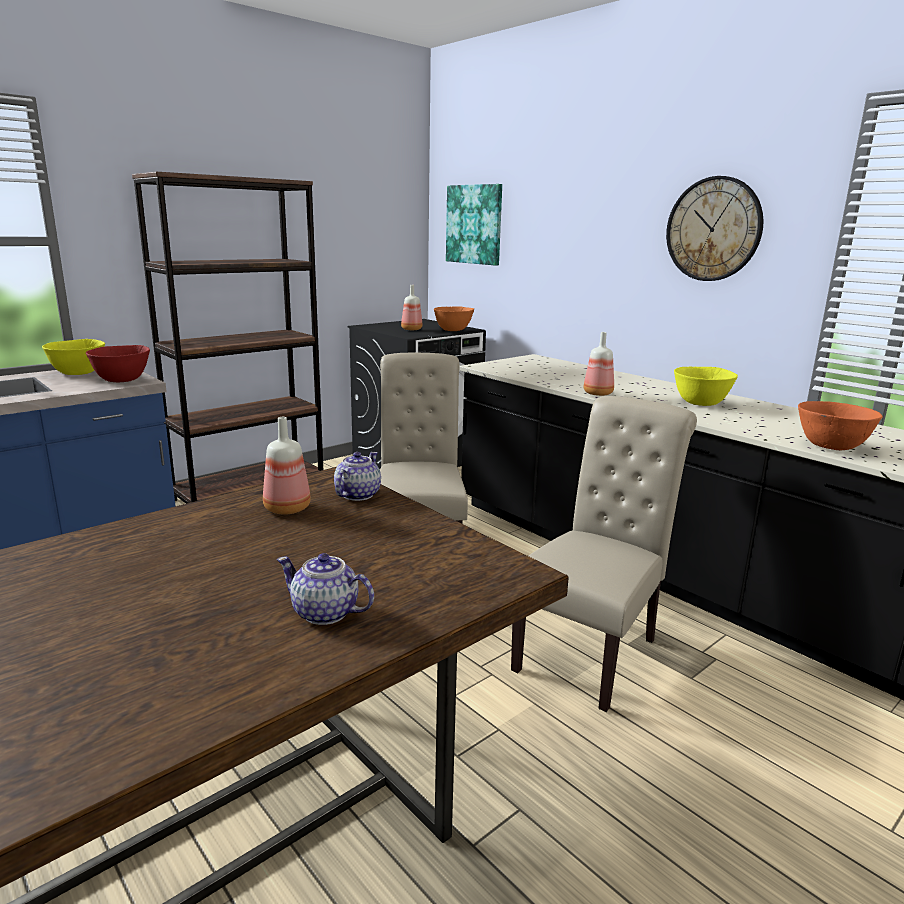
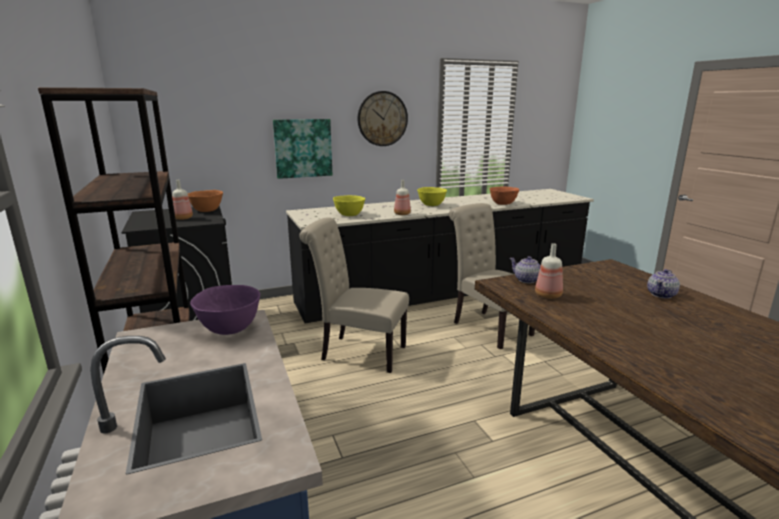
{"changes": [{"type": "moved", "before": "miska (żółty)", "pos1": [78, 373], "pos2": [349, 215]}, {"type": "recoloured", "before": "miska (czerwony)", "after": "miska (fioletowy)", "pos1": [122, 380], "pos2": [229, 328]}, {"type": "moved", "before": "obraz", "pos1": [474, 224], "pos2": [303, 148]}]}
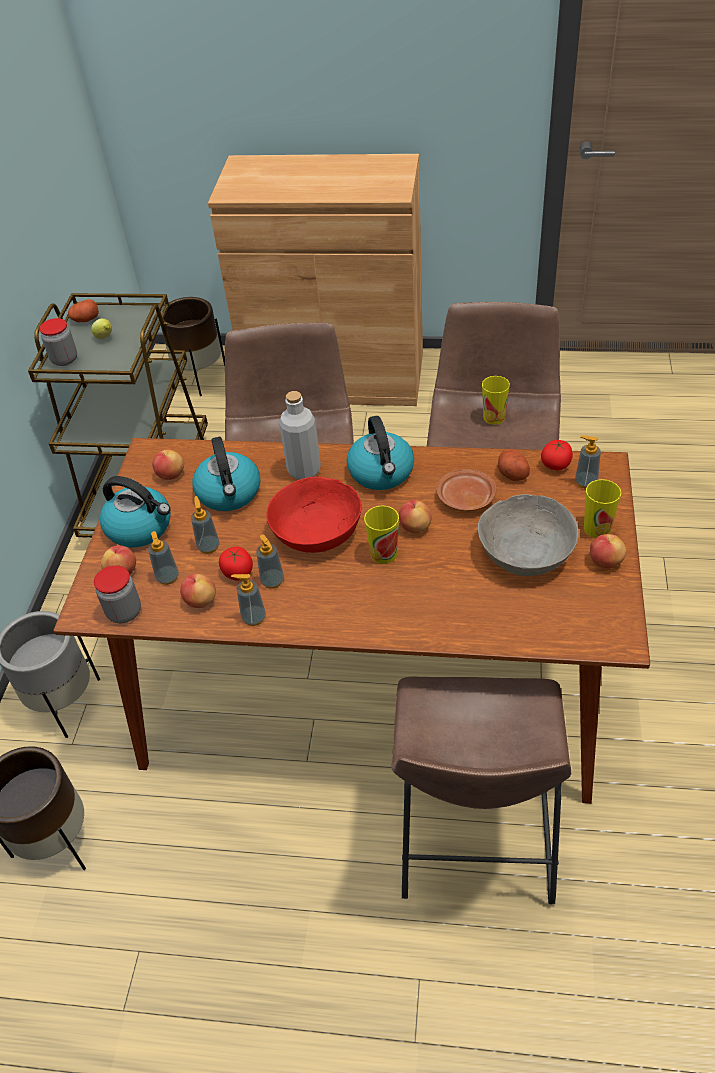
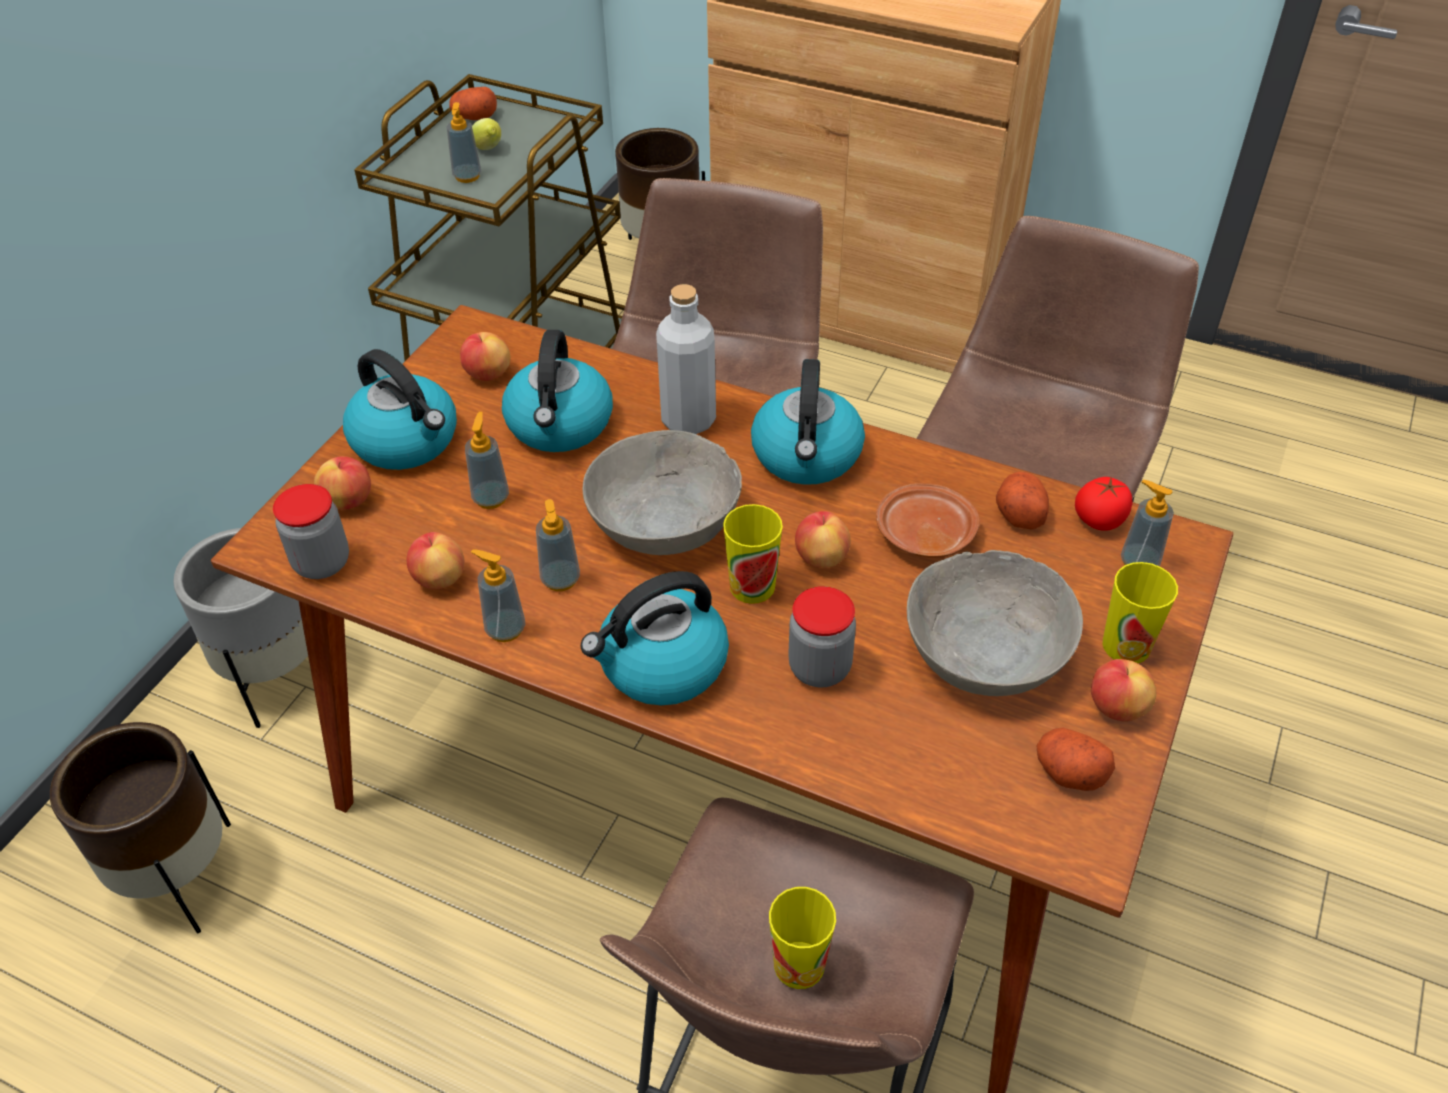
{"changes": [{"type": "moved", "before": "słoik", "pos1": [64, 359], "pos2": [819, 668]}, {"type": "moved", "before": "dozownik mydła", "pos1": [167, 577], "pos2": [467, 176]}, {"type": "removed", "before": "pomidor", "pos1": [238, 572]}, {"type": "recoloured", "before": "miska (czerwony)", "after": "miska (szary)", "pos1": [316, 531], "pos2": [663, 519]}, {"type": "moved", "before": "filiżanka", "pos1": [494, 417], "pos2": [799, 964]}, {"type": "added", "after": "czajnik", "pos2": [661, 665]}, {"type": "added", "after": "ziemniak", "pos2": [1069, 772]}]}
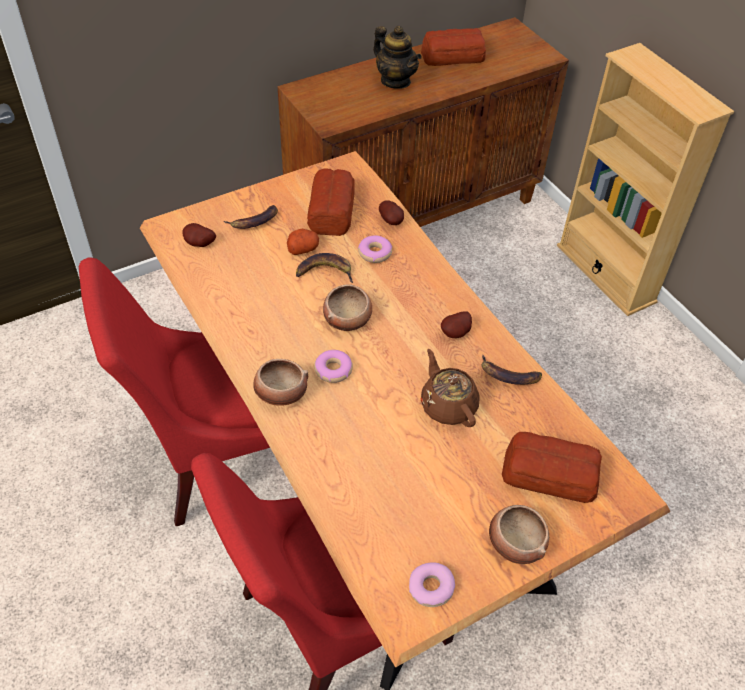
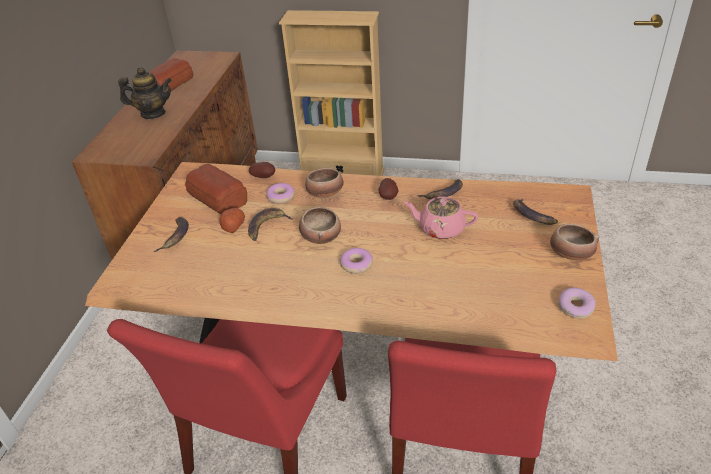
{"changes": [{"type": "removed", "before": "ziemniak", "pos1": [199, 244]}, {"type": "moved", "before": "miska", "pos1": [280, 394], "pos2": [325, 194]}, {"type": "recoloured", "before": "imbryk (brązowy)", "after": "imbryk (różowy)", "pos1": [448, 405], "pos2": [440, 229]}, {"type": "replaced", "before": "chleb", "after": "banan", "pos1": [548, 473], "pos2": [531, 215]}]}
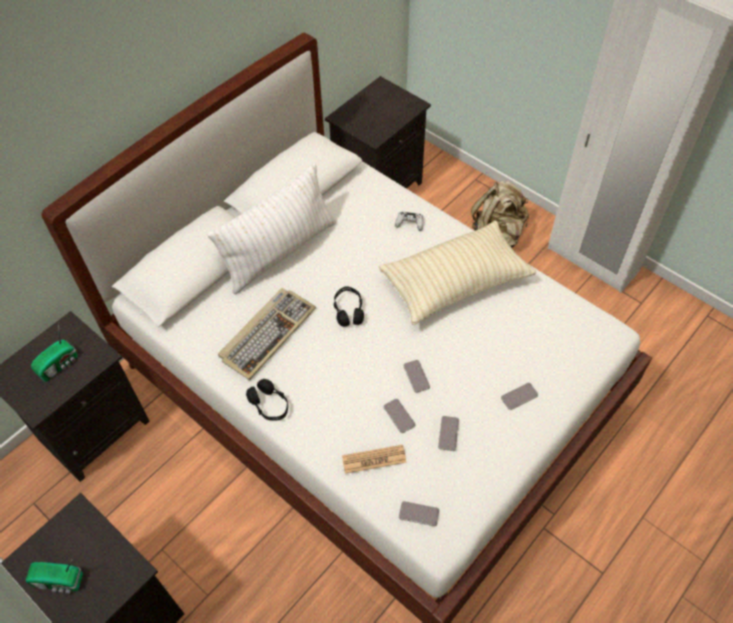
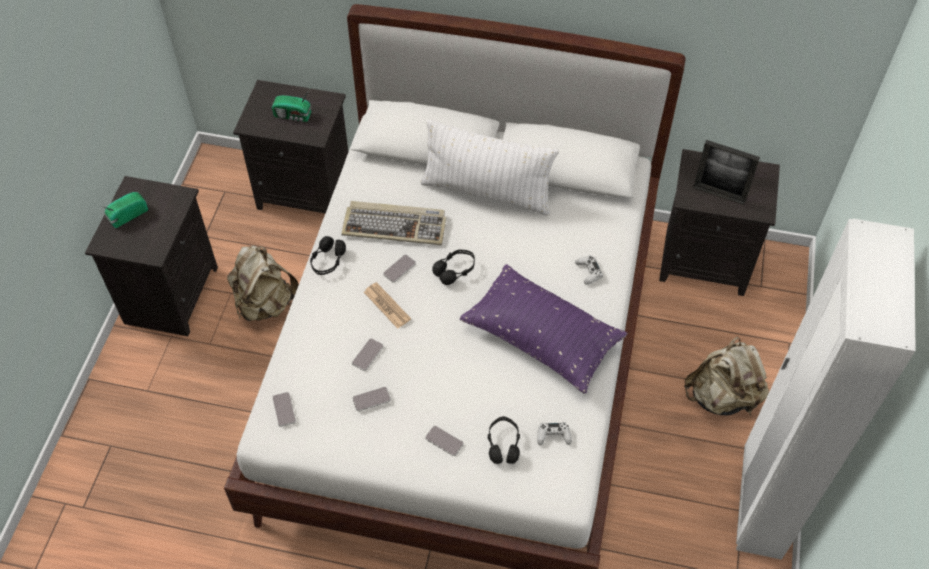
{"changes": [{"type": "turned", "before": "radio", "pos1": [59, 581], "pos2": [126, 215], "turn": 75}, {"type": "moved", "before": "gazeta", "pos1": [374, 459], "pos2": [387, 306]}, {"type": "recoloured", "before": "poduszka (beżowy)", "after": "poduszka (fioletowy)", "pos1": [455, 282], "pos2": [542, 338]}, {"type": "moved", "before": "telefon", "pos1": [416, 376], "pos2": [399, 269]}, {"type": "added", "after": "plecak (beżowy)", "pos2": [265, 303]}, {"type": "added", "after": "słuchawki (czarny)", "pos2": [503, 444]}, {"type": "added", "after": "pad do gier (biały)", "pos2": [553, 436]}, {"type": "added", "after": "ramka na zdjęcie", "pos2": [719, 194]}]}
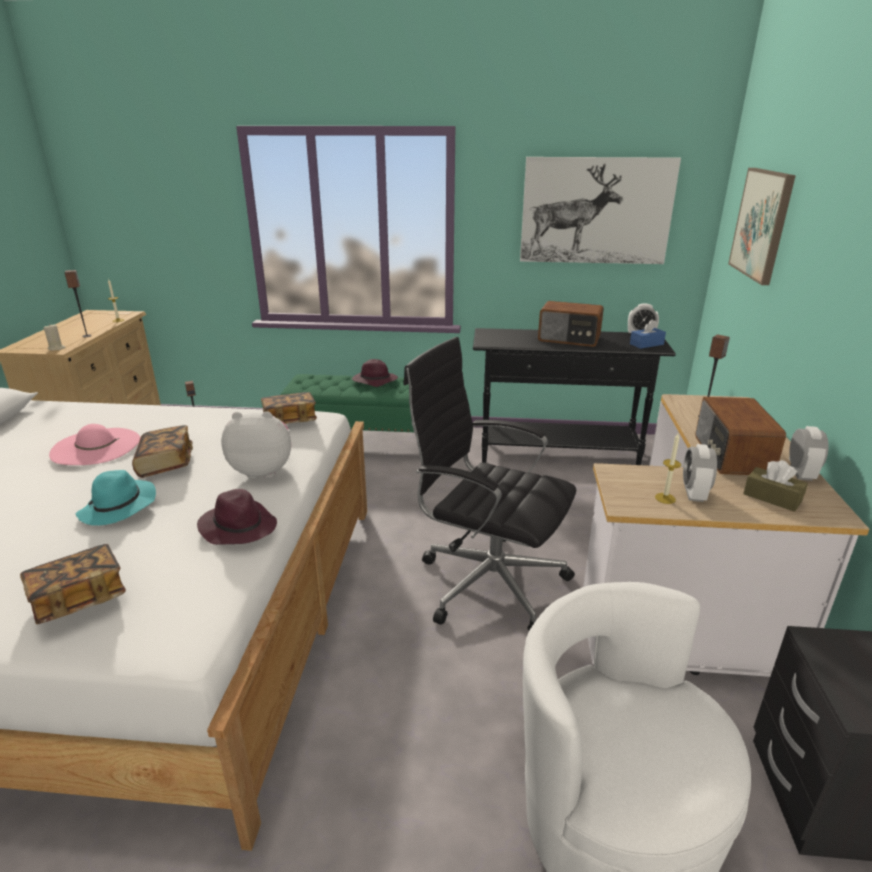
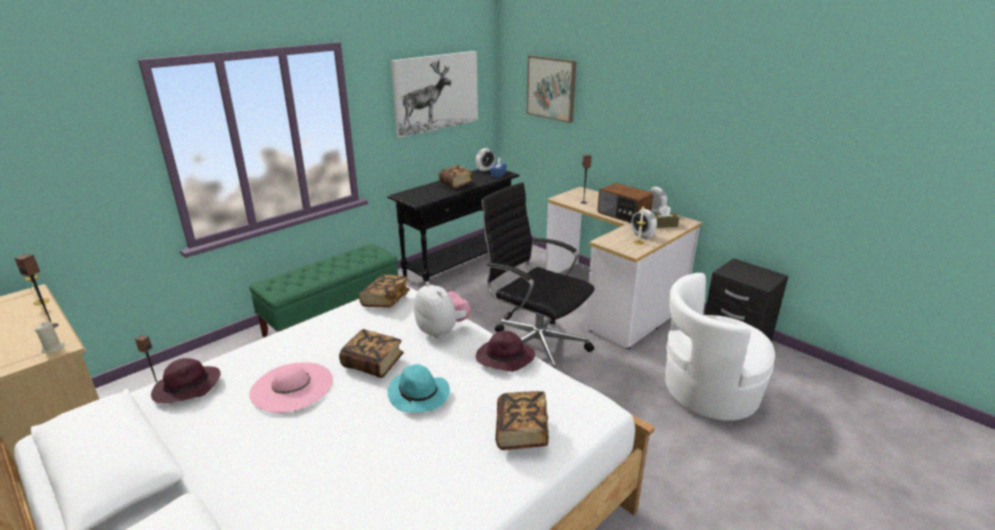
{"changes": [{"type": "turned", "before": "pluszak", "pos1": [263, 470], "pos2": [442, 331], "turn": 105}, {"type": "moved", "before": "kapelusz (fioletowy)", "pos1": [374, 381], "pos2": [186, 388]}, {"type": "turned", "before": "krzesło biurowe (czarny)", "pos1": [488, 582], "pos2": [535, 347], "turn": 60}, {"type": "replaced", "before": "radio", "after": "książka", "pos1": [569, 339], "pos2": [456, 184]}]}
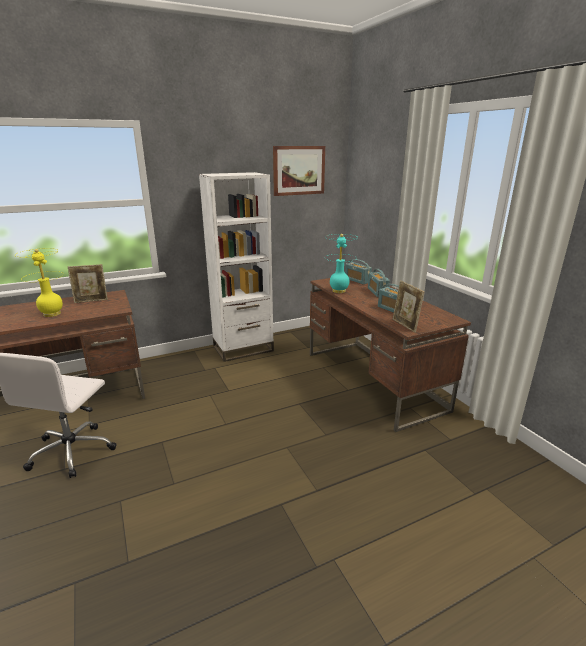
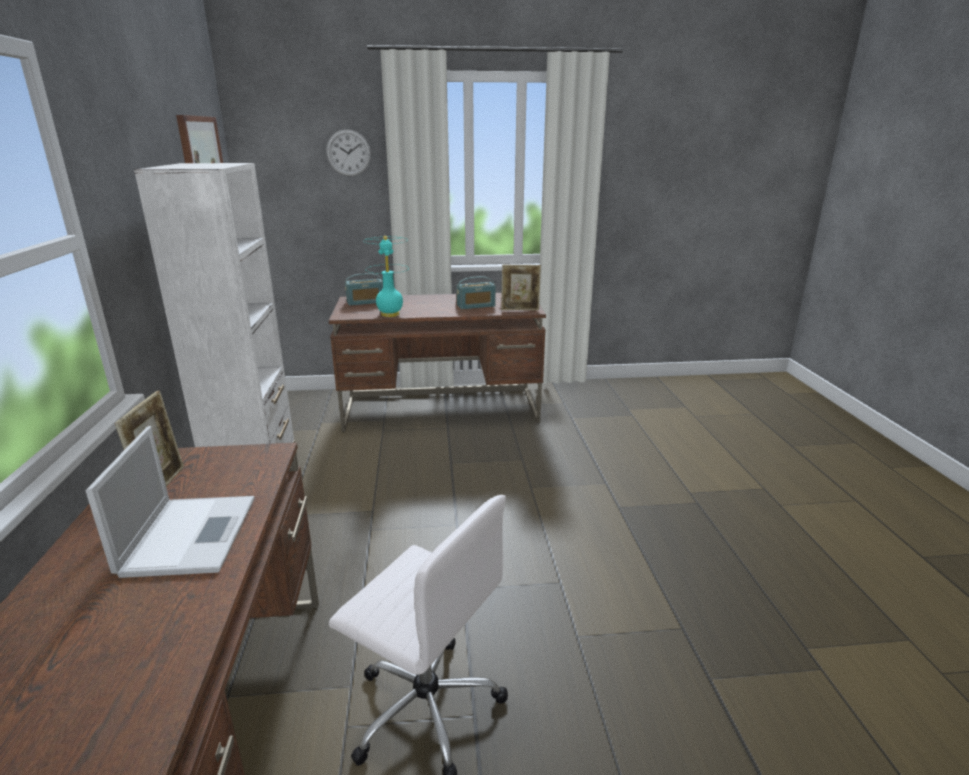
{"changes": [{"type": "replaced", "before": "lampa stołowa (żółty)", "after": "laptop", "pos1": [52, 314], "pos2": [190, 534]}, {"type": "removed", "before": "radio", "pos1": [377, 292]}, {"type": "added", "after": "zegar ścienny", "pos2": [348, 153]}]}
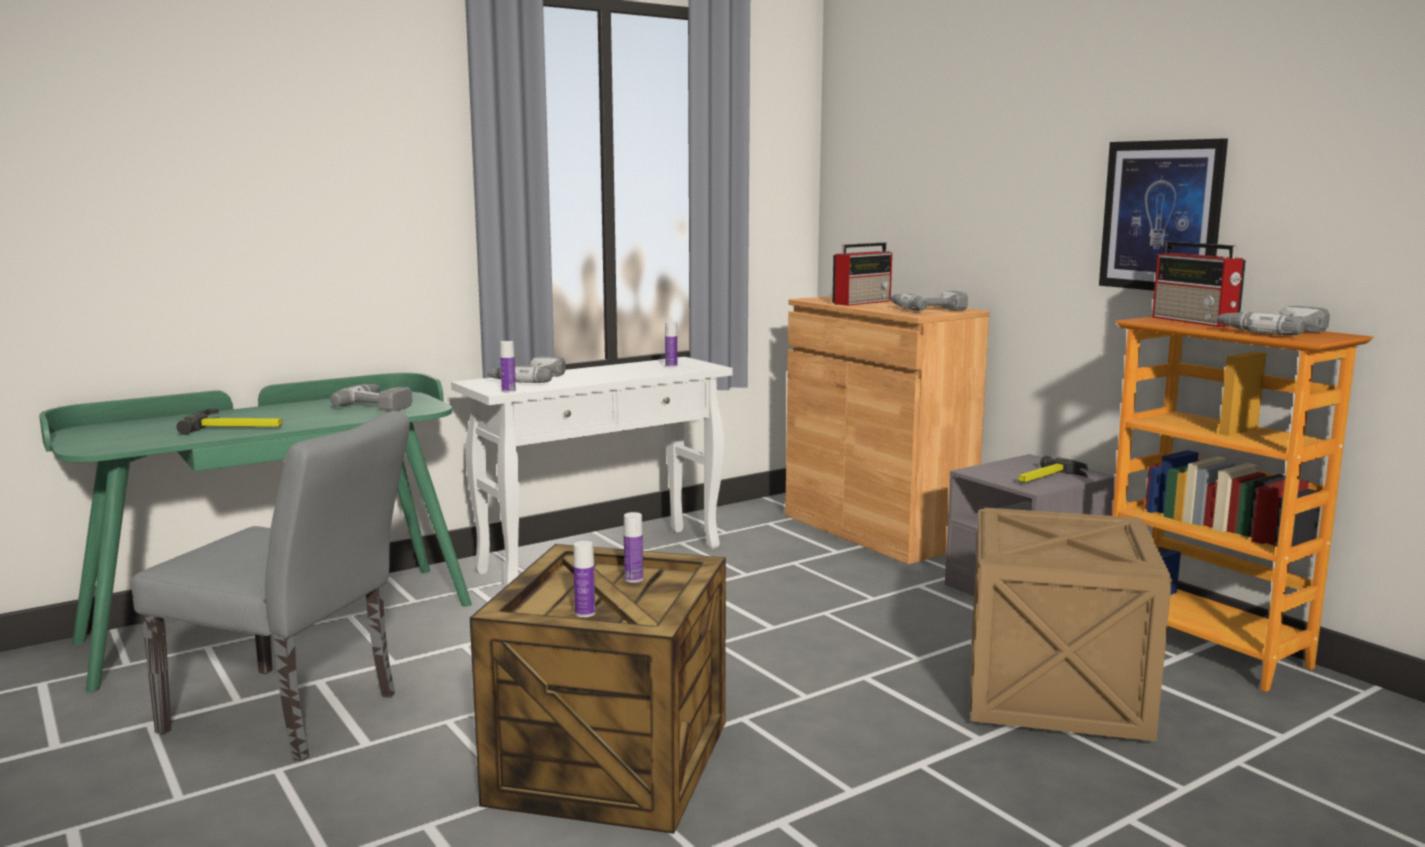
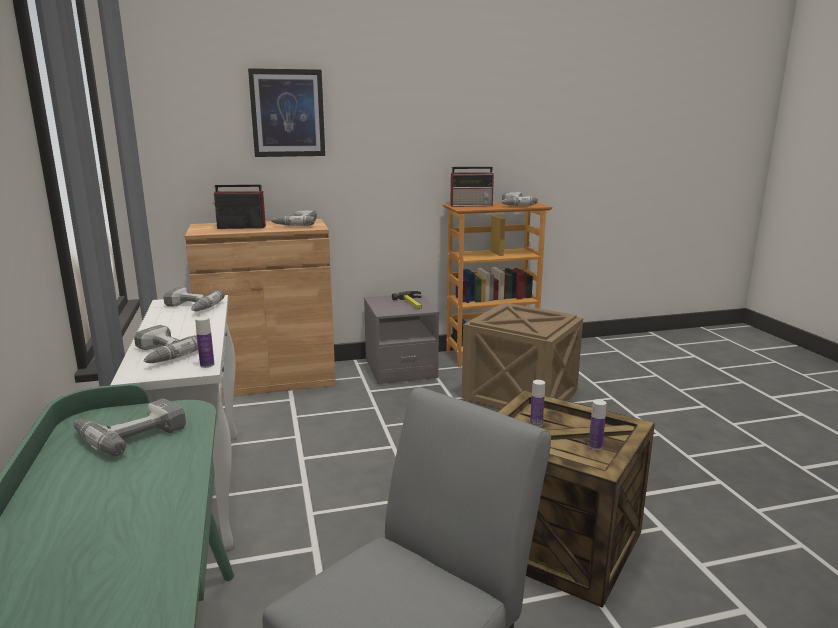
{"changes": [{"type": "removed", "before": "młotek", "pos1": [237, 428]}, {"type": "replaced", "before": "butelka", "after": "wiertarka", "pos1": [671, 366], "pos2": [189, 307]}, {"type": "turned", "before": "radio", "pos1": [863, 302], "pos2": [240, 227], "turn": -75}, {"type": "moved", "before": "obraz", "pos1": [1161, 216], "pos2": [287, 113]}]}
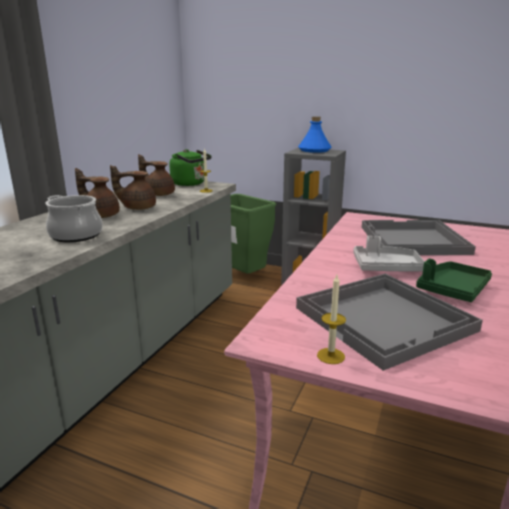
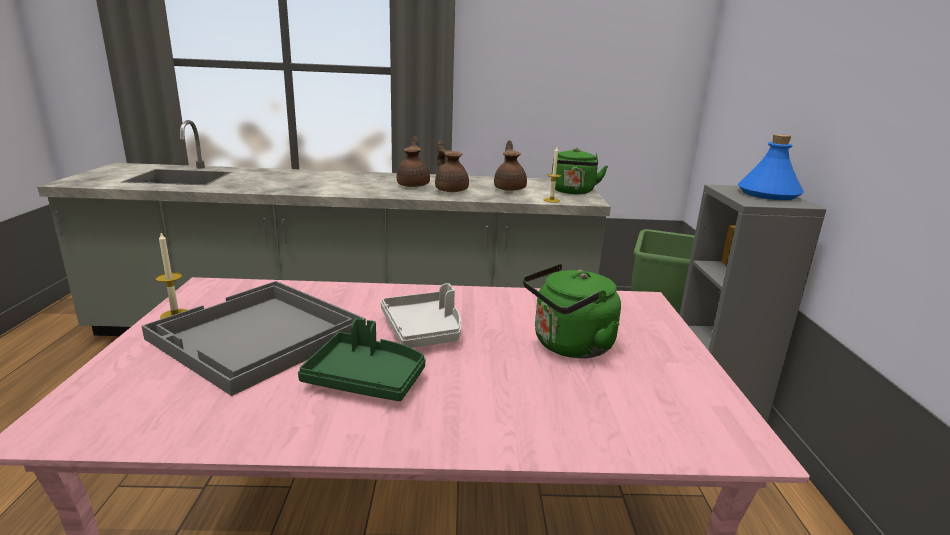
{"changes": [{"type": "removed", "before": "garnek", "pos1": [76, 235]}, {"type": "replaced", "before": "taca (szary)", "after": "czajnik (zielony)", "pos1": [412, 240], "pos2": [569, 346]}]}
